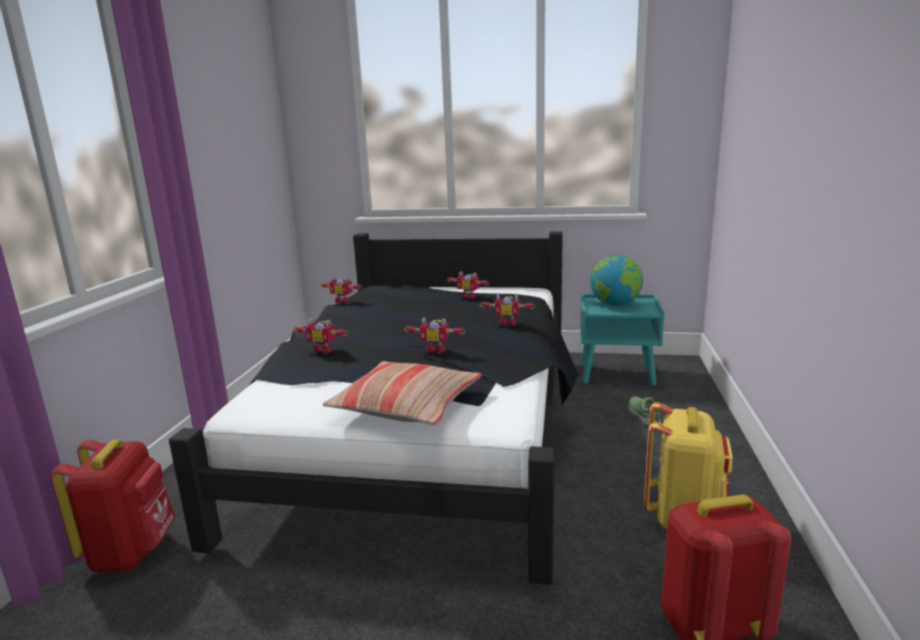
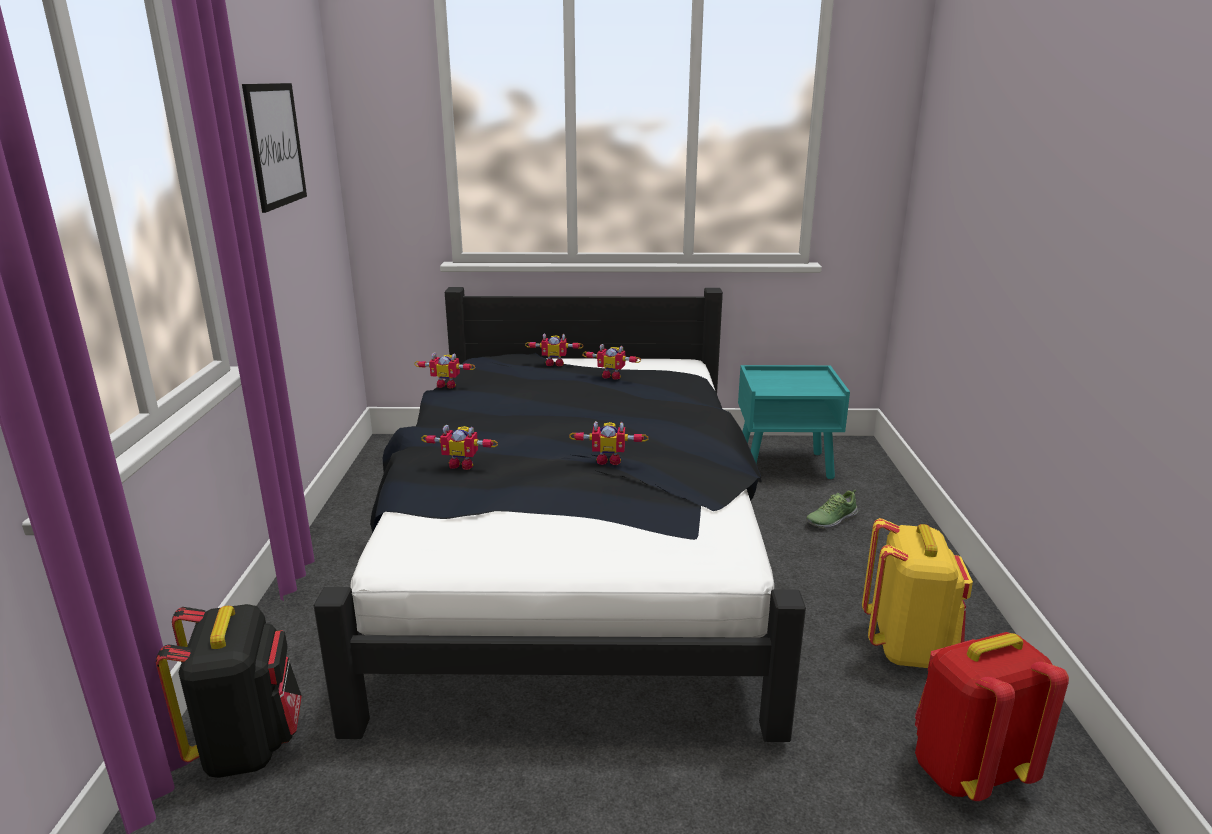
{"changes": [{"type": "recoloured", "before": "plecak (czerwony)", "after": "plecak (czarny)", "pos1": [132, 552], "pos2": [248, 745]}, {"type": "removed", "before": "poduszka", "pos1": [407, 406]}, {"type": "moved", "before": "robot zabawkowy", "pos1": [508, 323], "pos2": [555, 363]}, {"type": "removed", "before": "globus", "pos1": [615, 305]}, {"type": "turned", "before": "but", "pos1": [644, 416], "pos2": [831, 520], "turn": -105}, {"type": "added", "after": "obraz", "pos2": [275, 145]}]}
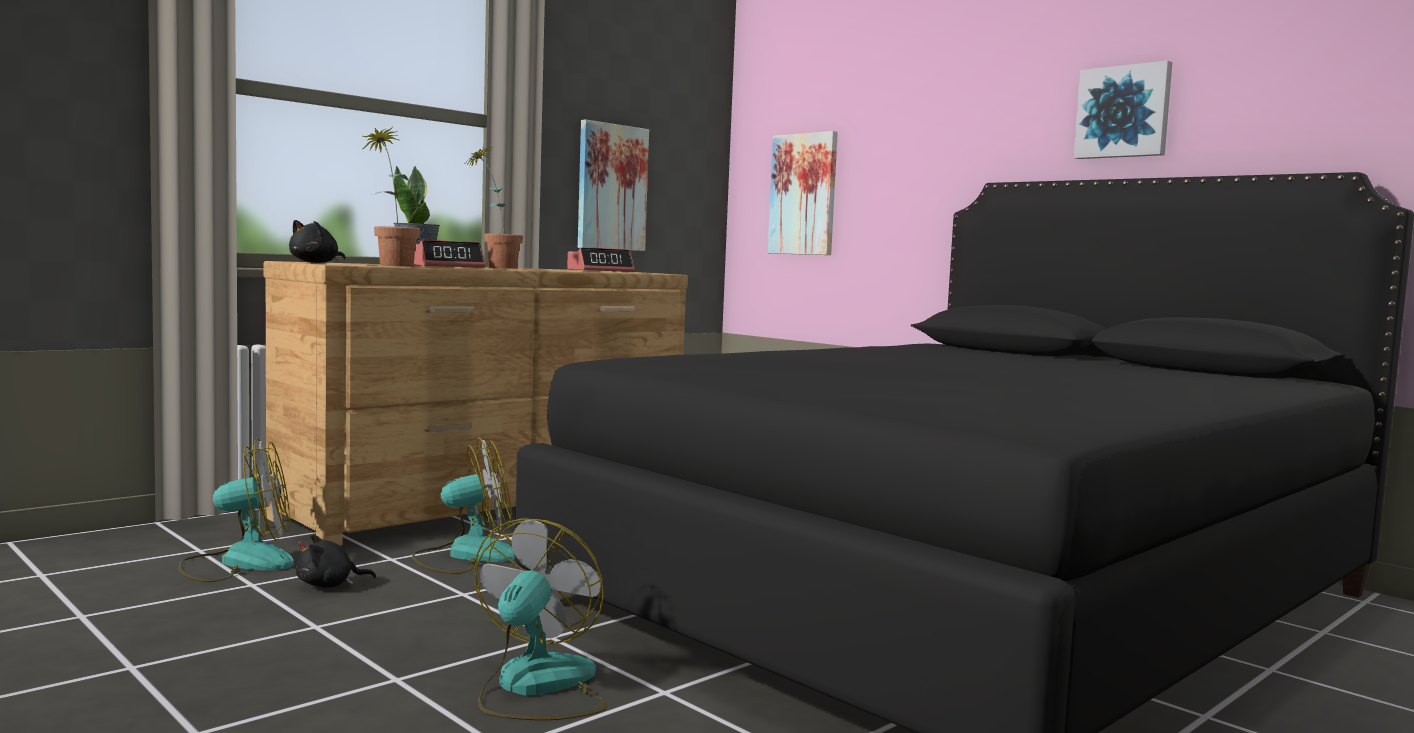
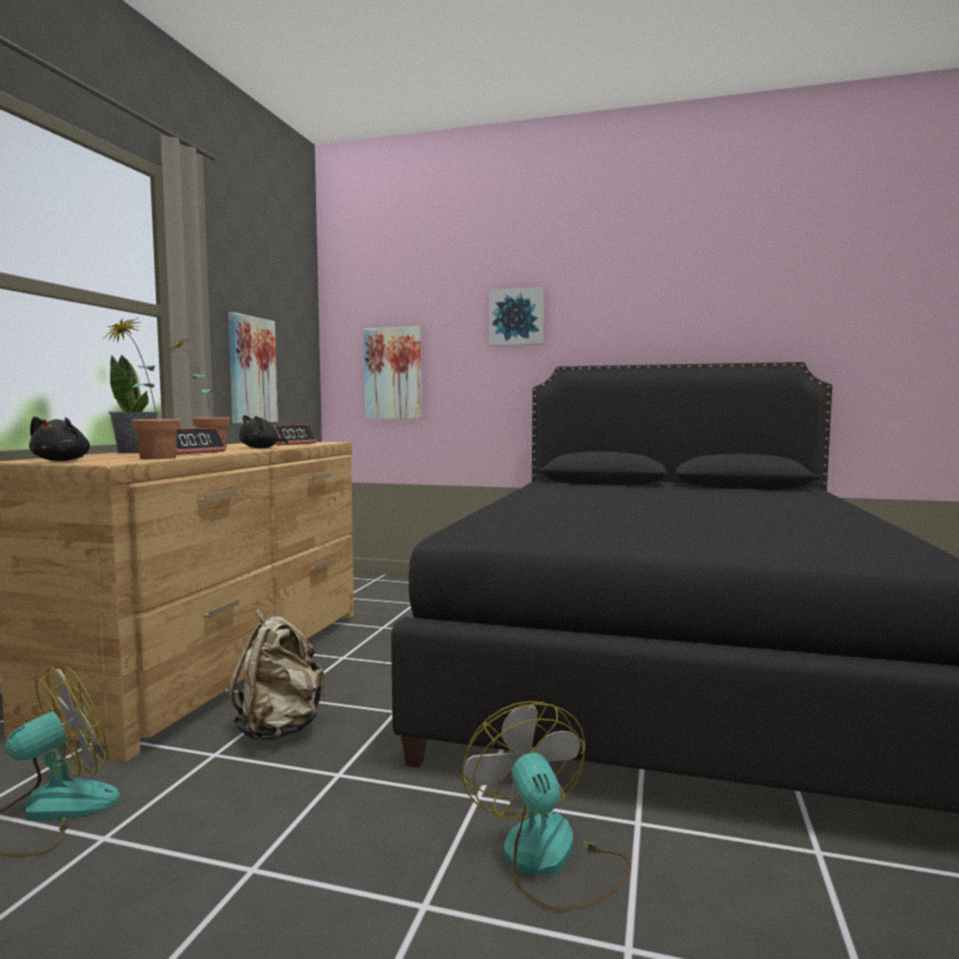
{"changes": [{"type": "moved", "before": "pluszak (czarny)", "pos1": [329, 585], "pos2": [262, 448]}, {"type": "replaced", "before": "wentylator", "after": "plecak (beżowy)", "pos1": [465, 555], "pos2": [280, 729]}, {"type": "moved", "before": "obraz", "pos1": [1123, 112], "pos2": [517, 317]}]}
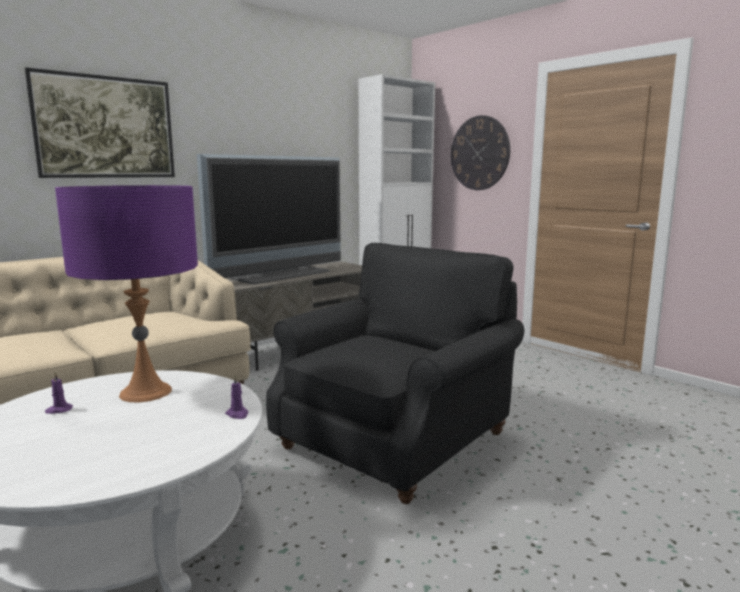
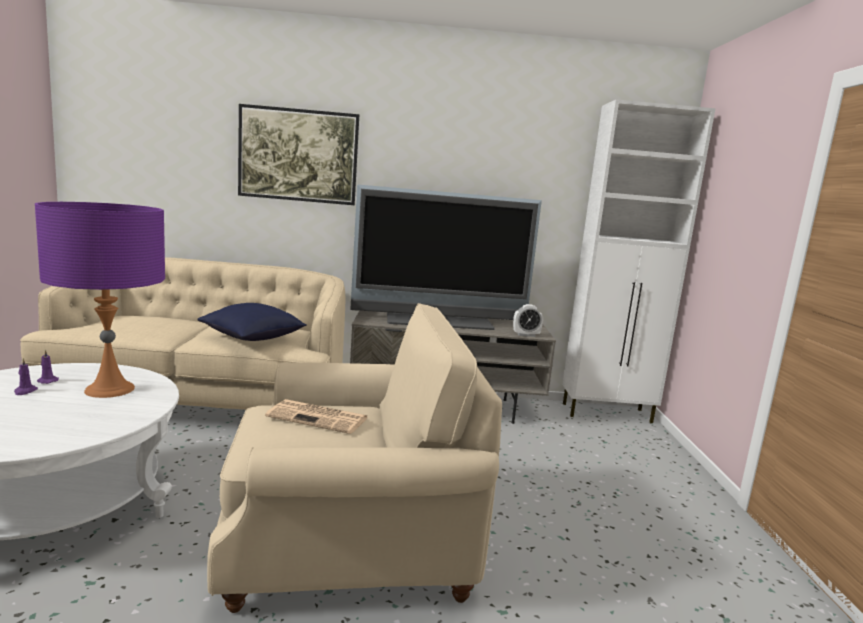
{"changes": [{"type": "moved", "before": "świeca (fioletowy)", "pos1": [237, 414], "pos2": [25, 391]}, {"type": "recoloured", "before": "fotel (czarny)", "after": "fotel (beżowy)", "pos1": [395, 440], "pos2": [351, 541]}, {"type": "removed", "before": "zegar ścienny", "pos1": [479, 153]}, {"type": "added", "after": "poduszka (niebieski)", "pos2": [252, 338]}, {"type": "added", "after": "gazeta", "pos2": [319, 417]}, {"type": "added", "after": "budzik", "pos2": [526, 335]}]}
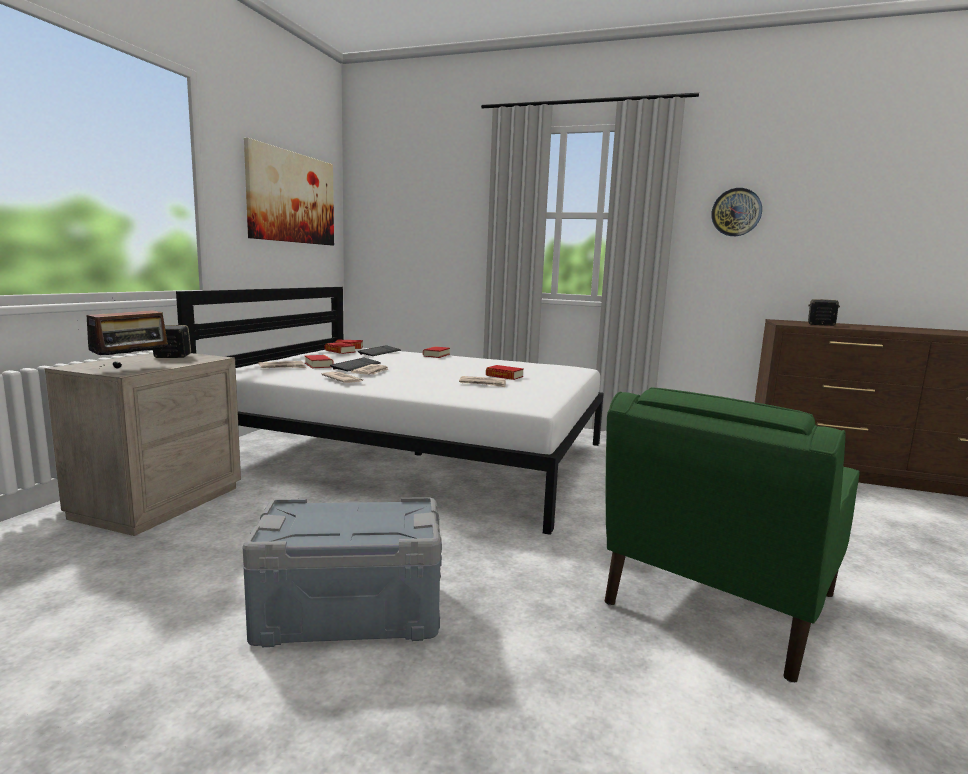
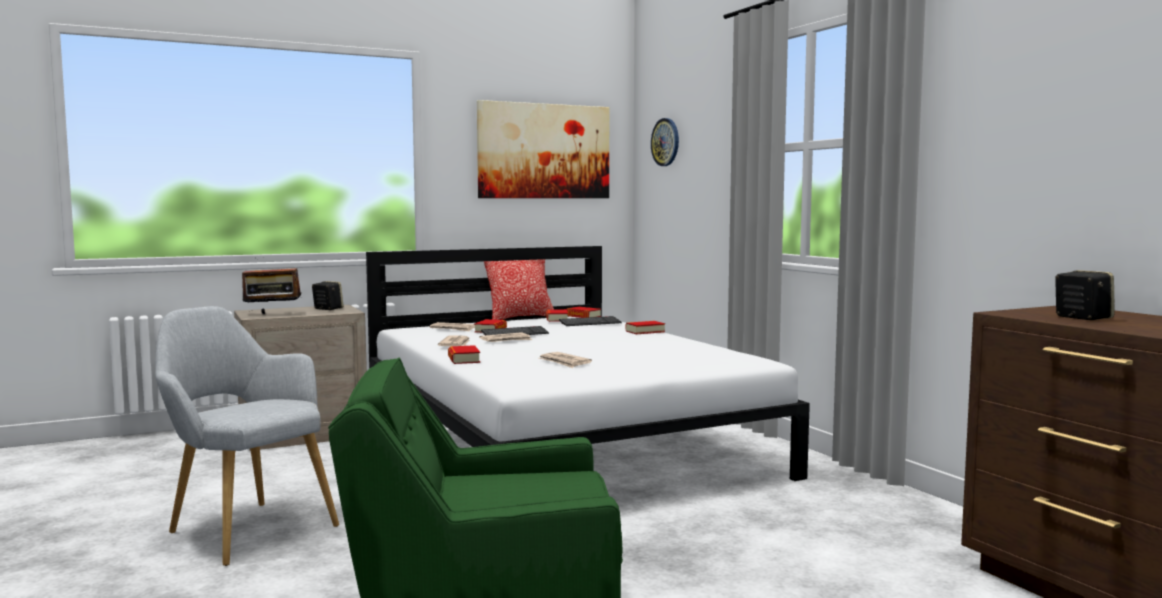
{"changes": [{"type": "replaced", "before": "pojemnik do przechowywania (szary)", "after": "fotel (szary)", "pos1": [350, 610], "pos2": [244, 528]}, {"type": "moved", "before": "książka", "pos1": [504, 376], "pos2": [463, 359]}, {"type": "moved", "before": "zegar ścienny", "pos1": [736, 212], "pos2": [665, 142]}, {"type": "added", "after": "poduszka", "pos2": [520, 318]}]}
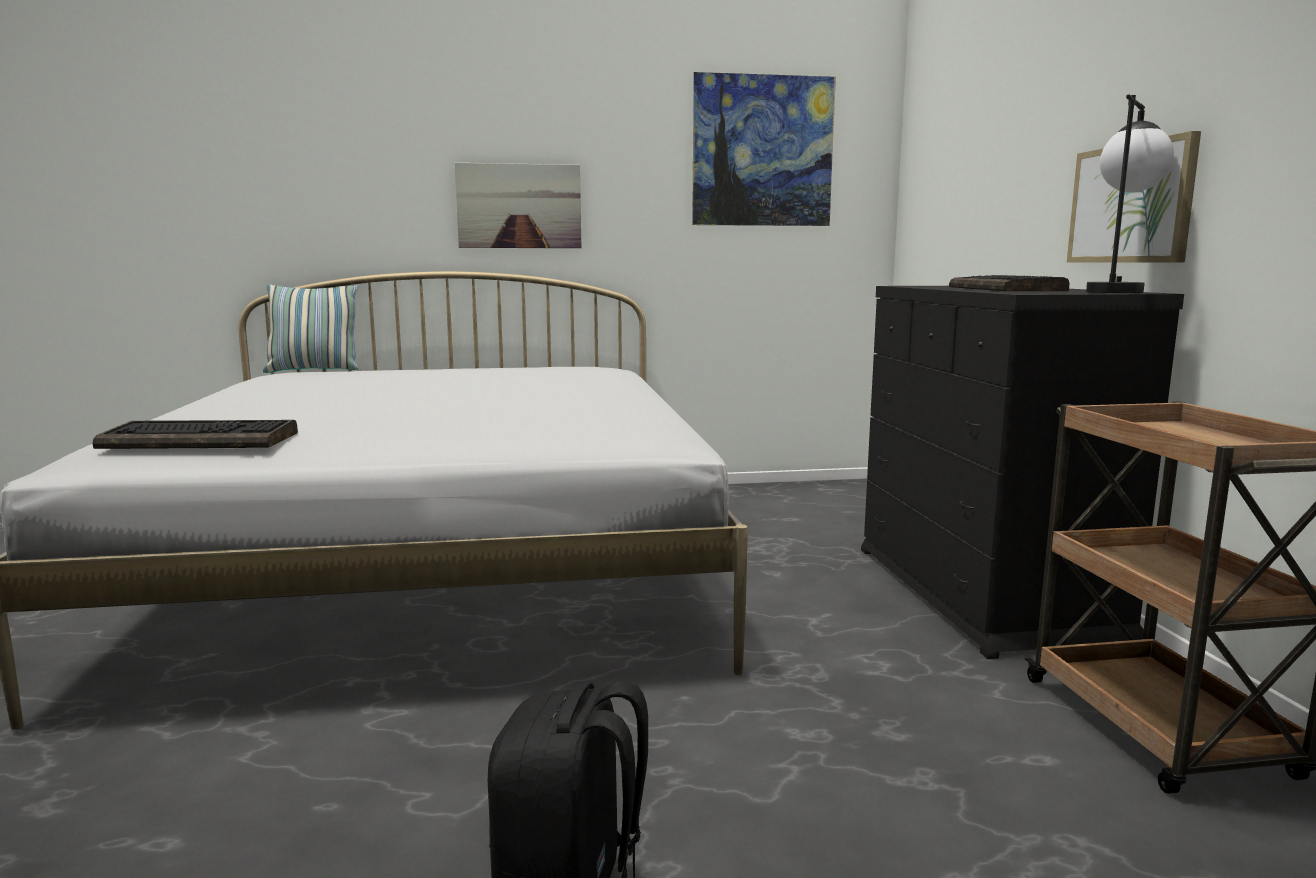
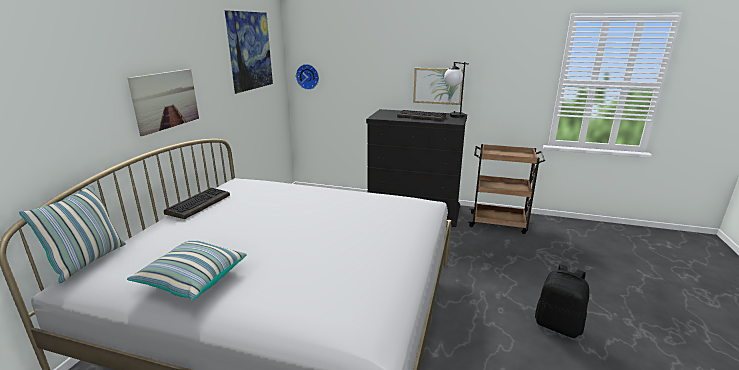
{"changes": [{"type": "moved", "before": "klawiatura", "pos1": [202, 440], "pos2": [198, 204]}, {"type": "added", "after": "poduszka", "pos2": [192, 279]}, {"type": "added", "after": "zegar ścienny", "pos2": [308, 76]}]}
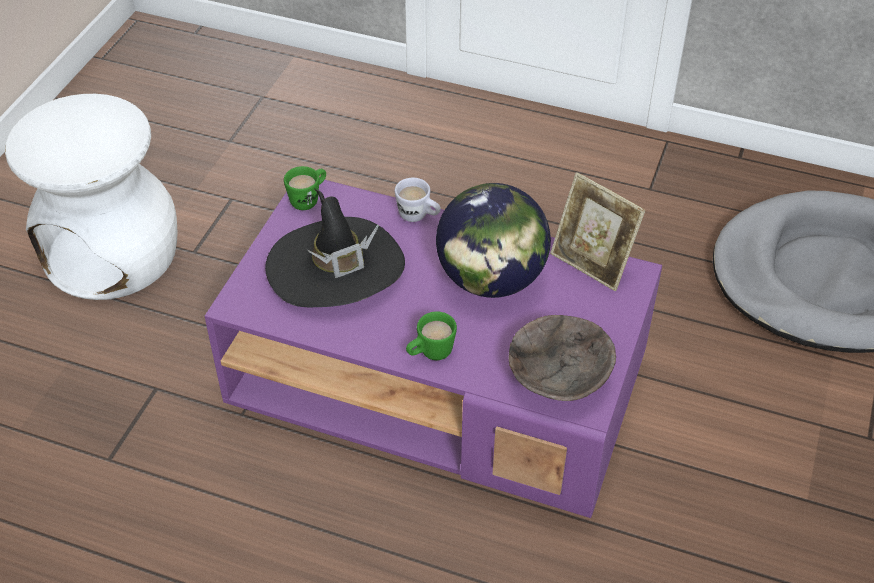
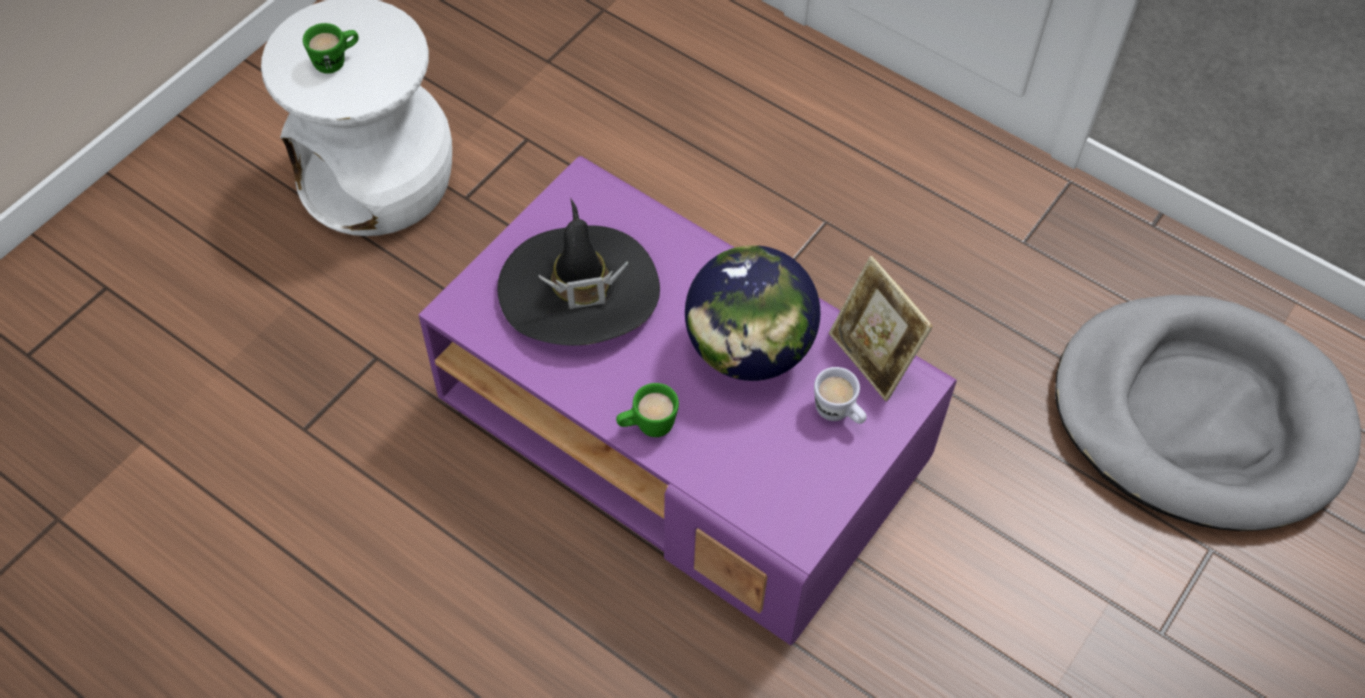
{"changes": [{"type": "moved", "before": "kubek (zielony)", "pos1": [309, 199], "pos2": [336, 61]}, {"type": "moved", "before": "kubek (biały)", "pos1": [418, 216], "pos2": [839, 413]}, {"type": "removed", "before": "miska (brązowy)", "pos1": [558, 378]}]}
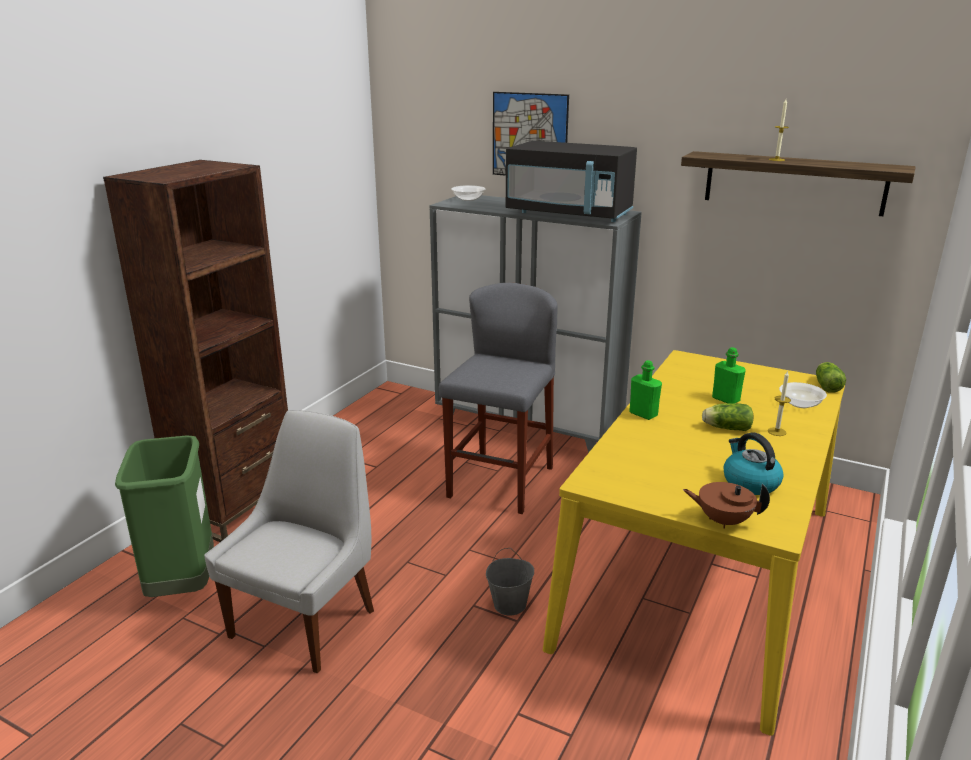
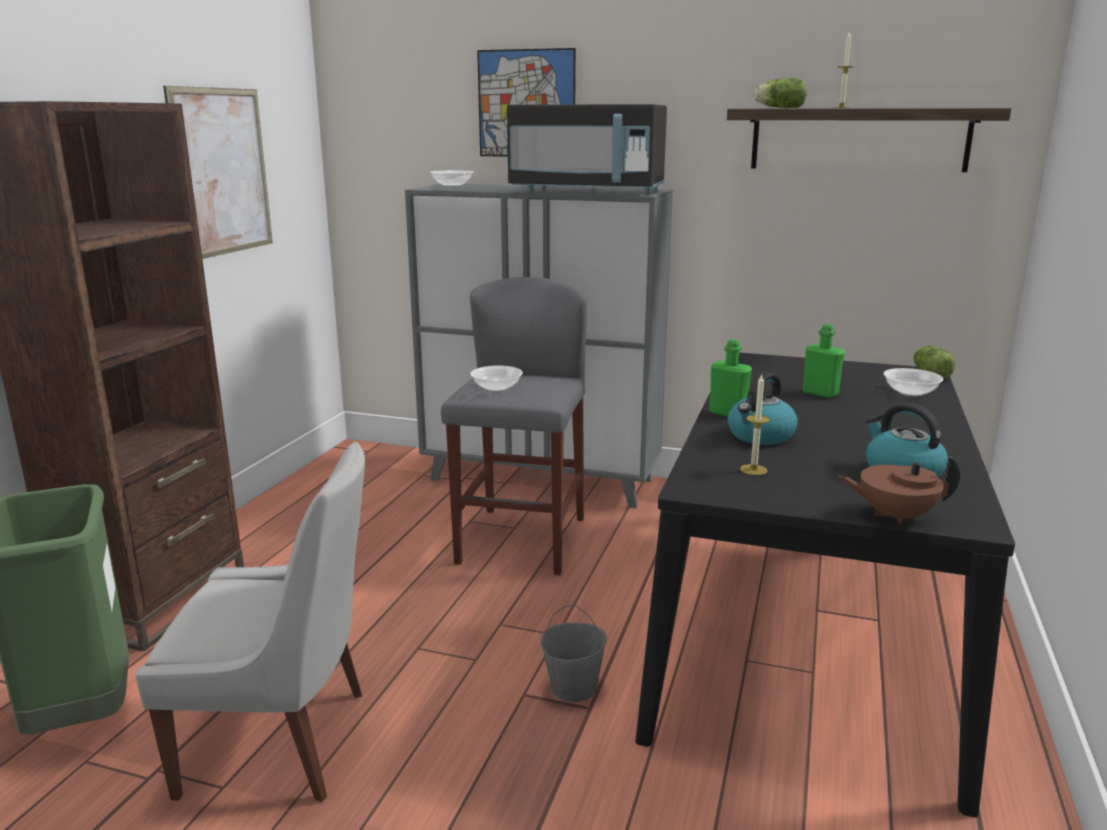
{"changes": [{"type": "turned", "before": "krzesło (biały)", "pos1": [306, 620], "pos2": [283, 742], "turn": 75}, {"type": "recoloured", "before": "stół jadalny (żółty)", "after": "stół jadalny (czarny)", "pos1": [701, 573], "pos2": [808, 622]}, {"type": "moved", "before": "sałata", "pos1": [725, 428], "pos2": [778, 108]}, {"type": "moved", "before": "świeca", "pos1": [777, 431], "pos2": [753, 470]}, {"type": "added", "after": "obraz", "pos2": [222, 172]}, {"type": "added", "after": "miska", "pos2": [497, 388]}, {"type": "added", "after": "czajnik", "pos2": [760, 436]}]}
